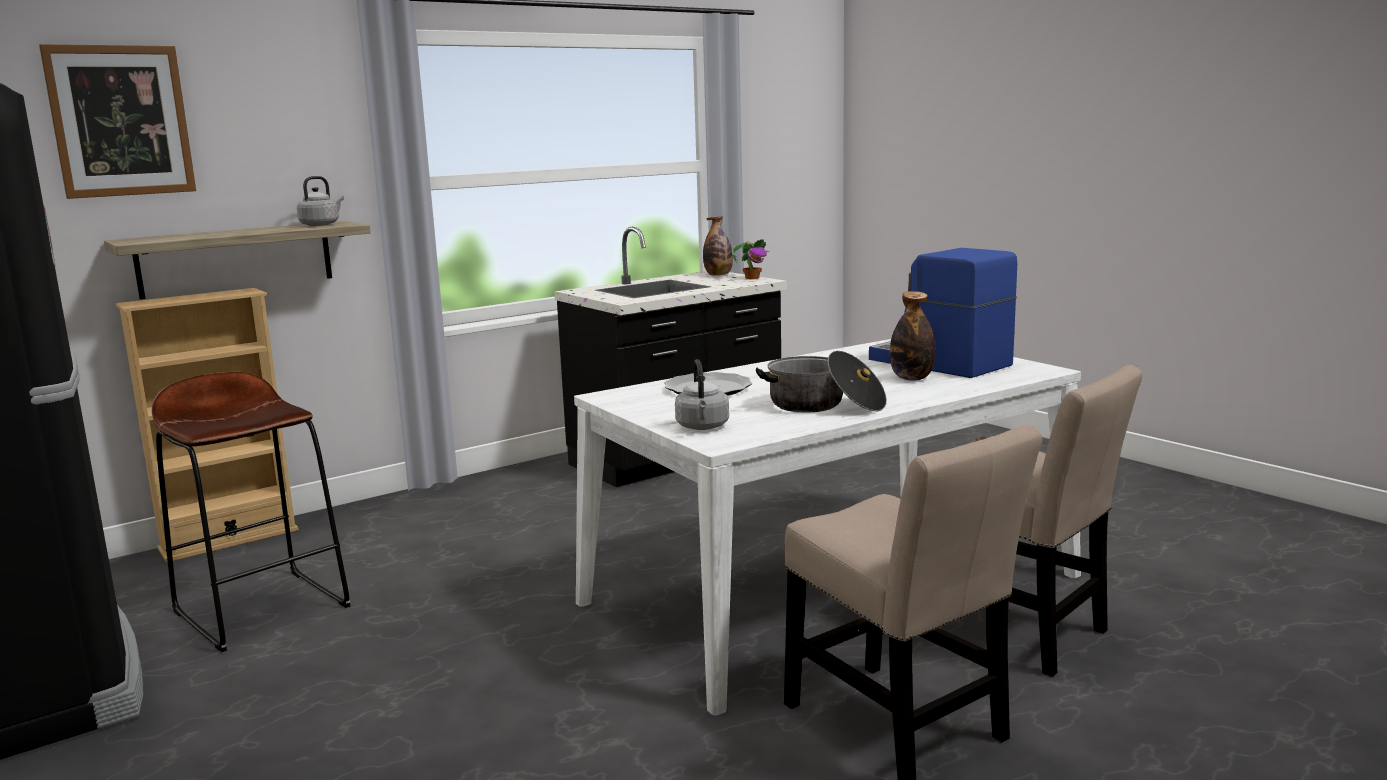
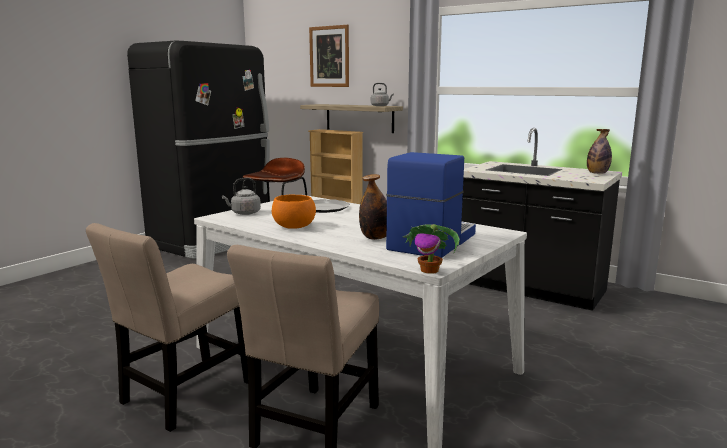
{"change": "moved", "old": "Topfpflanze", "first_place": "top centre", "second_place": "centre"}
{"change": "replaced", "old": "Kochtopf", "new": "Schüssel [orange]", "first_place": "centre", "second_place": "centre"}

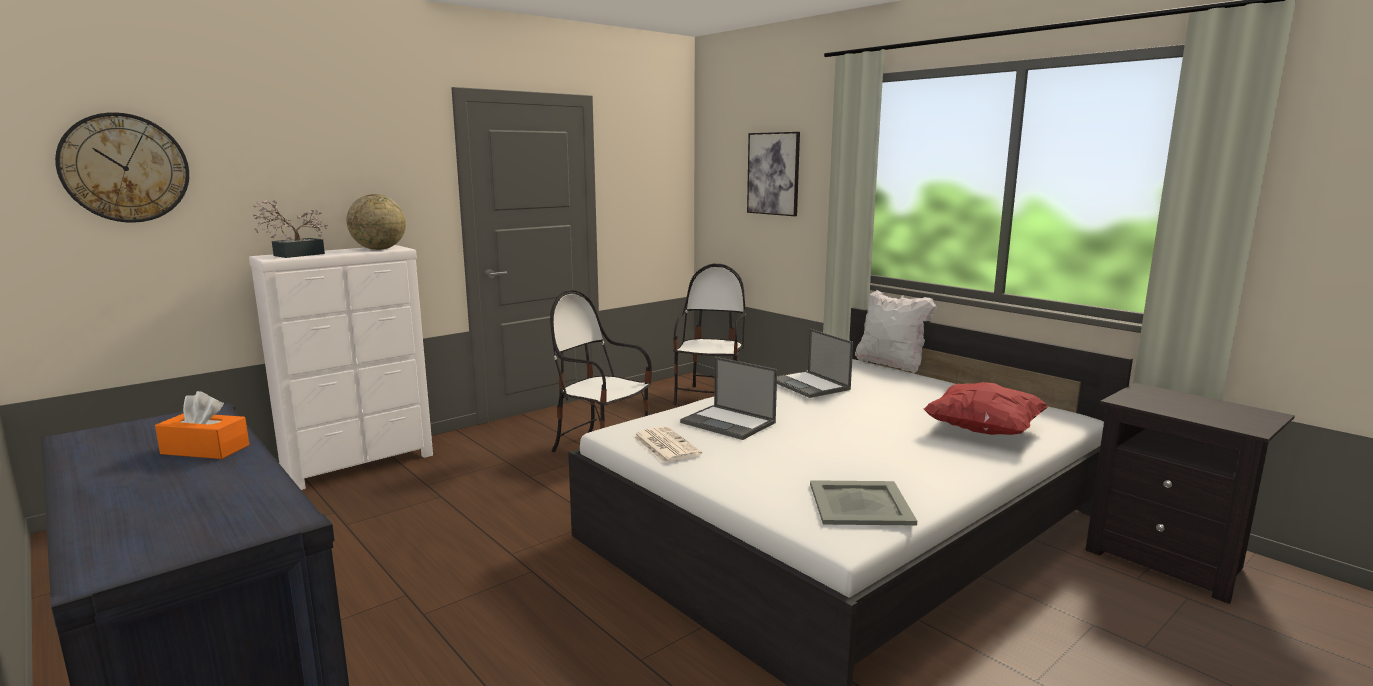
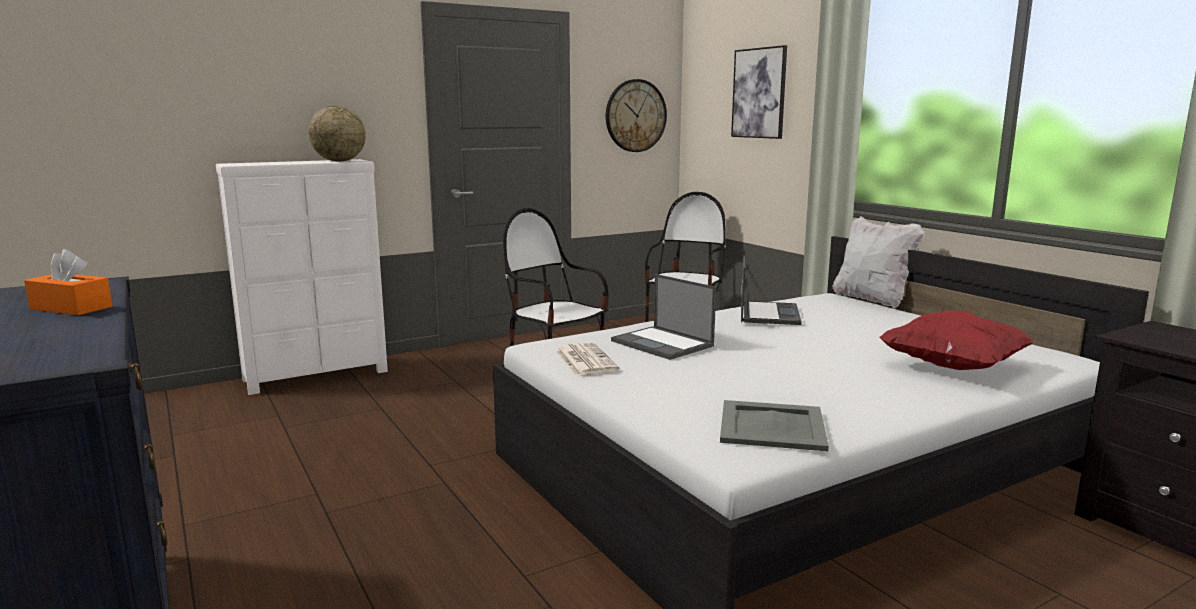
{"change": "removed", "old": "Topfpflanze", "first_place": "top left"}
{"change": "moved", "old": "Wanduhr", "first_place": "top left", "second_place": "top centre"}
{"change": "turned", "old": "Laptop (2nd from left)", "first_place": "centre", "second_place": "centre", "degrees": -150}

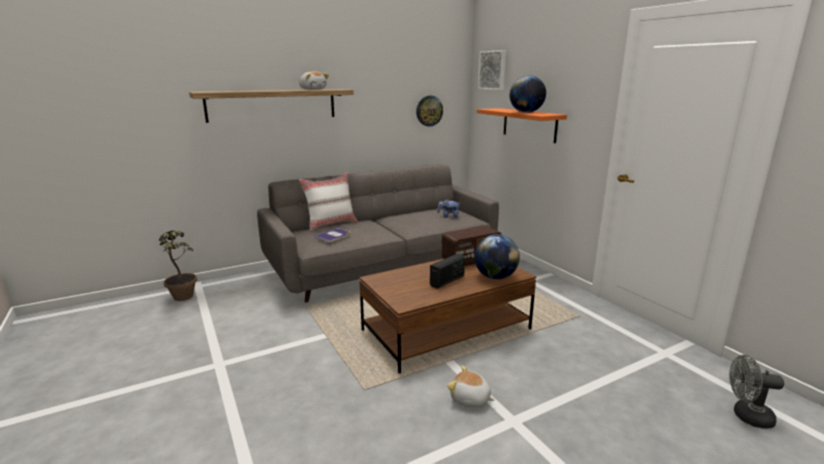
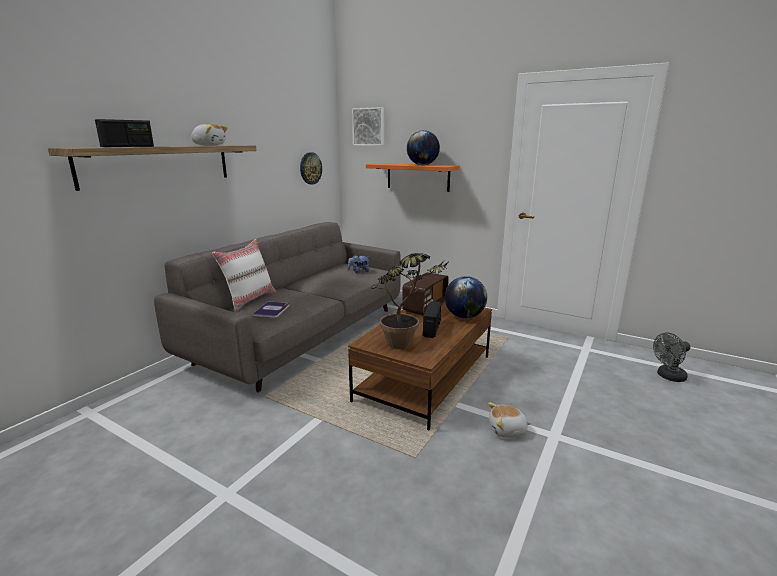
{"change": "added", "new": "Radio (1st from left)", "second_place": "top left"}
{"change": "moved", "old": "Topfpflanze", "first_place": "middle left", "second_place": "centre"}

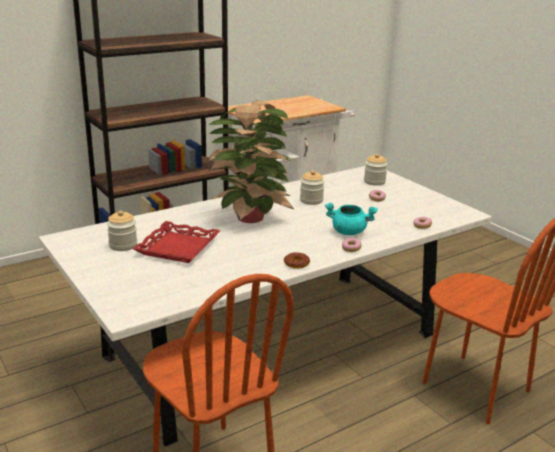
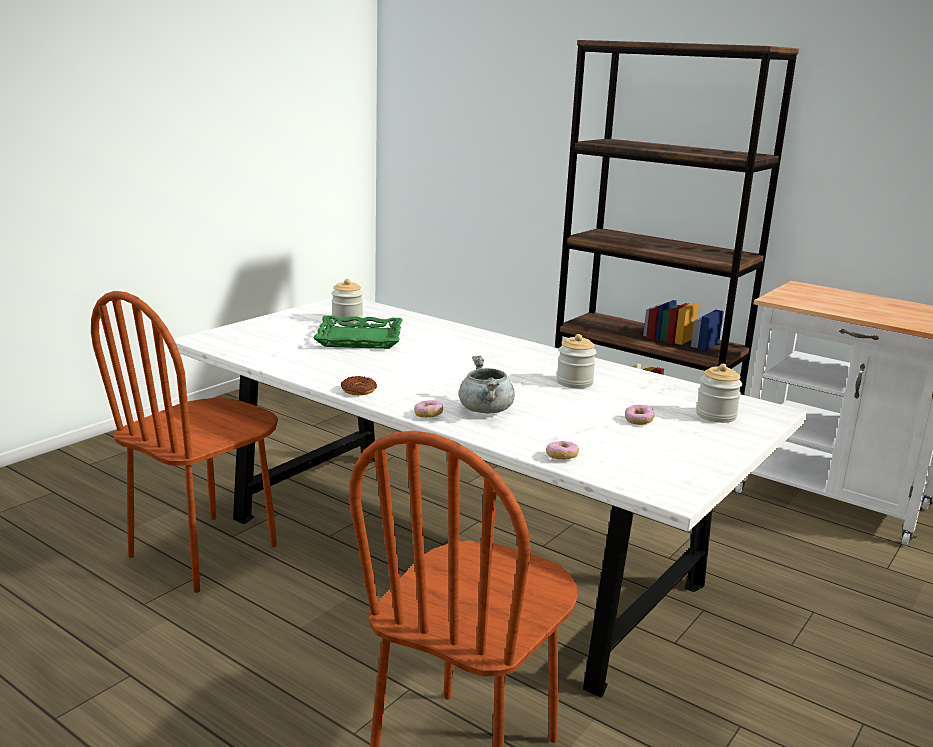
{"change": "removed", "old": "Topfpflanze", "first_place": "centre"}
{"change": "recoloured", "old": "Tablett [rot]", "new": "Tablett [grün]", "first_place": "middle left", "second_place": "centre"}
{"change": "recoloured", "old": "Kochtopf [türkis]", "new": "Kochtopf [grau]", "first_place": "centre", "second_place": "centre"}

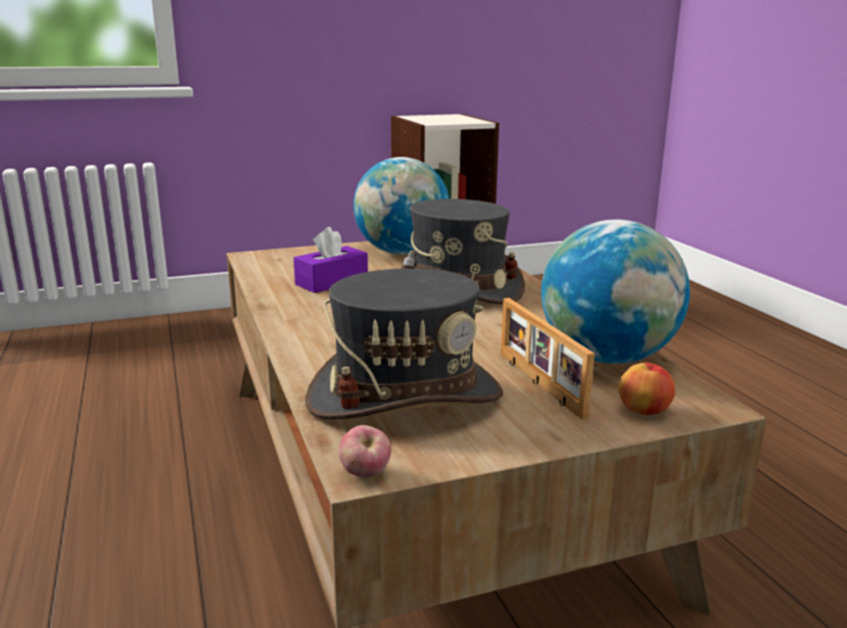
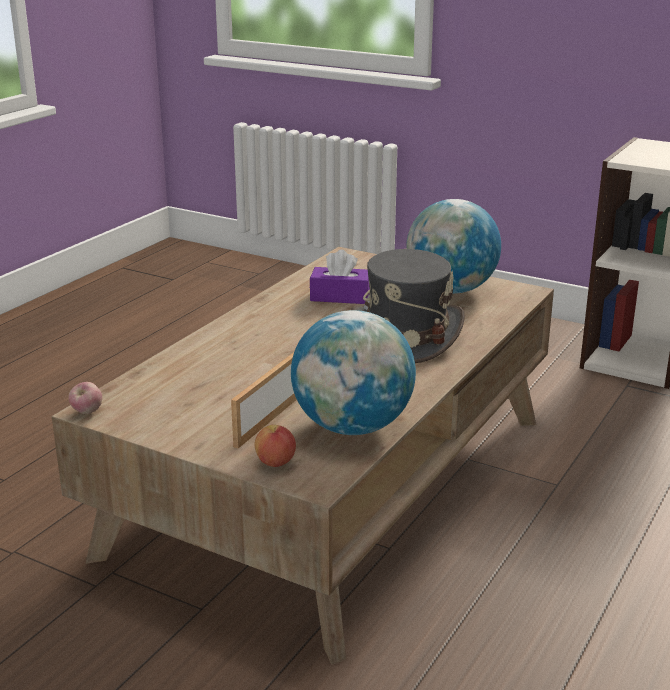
{"change": "removed", "old": "Hut [grau] (1st from left)", "first_place": "centre"}

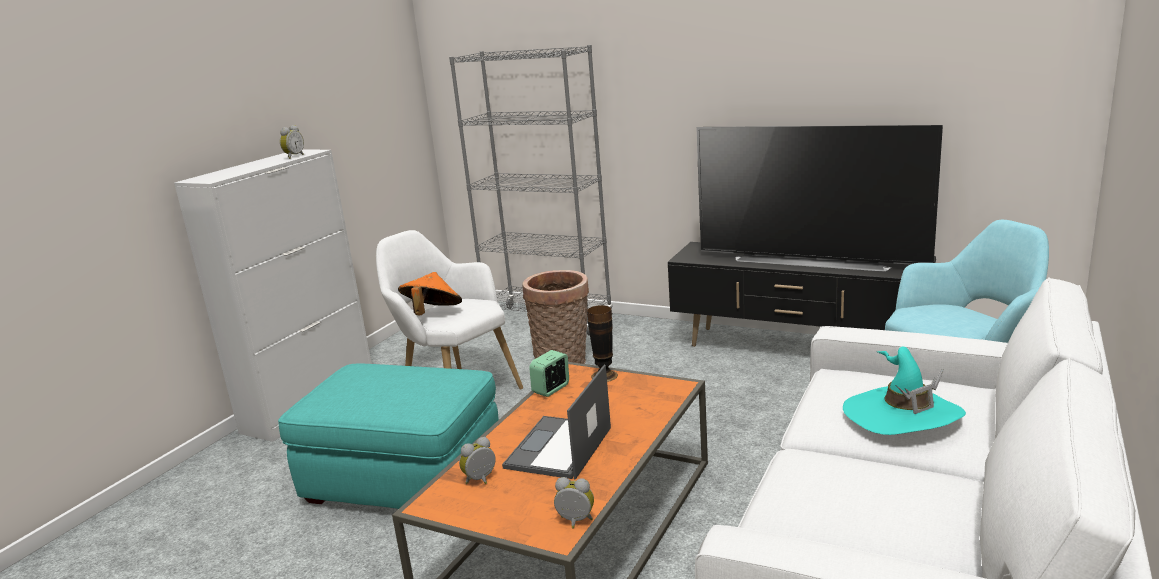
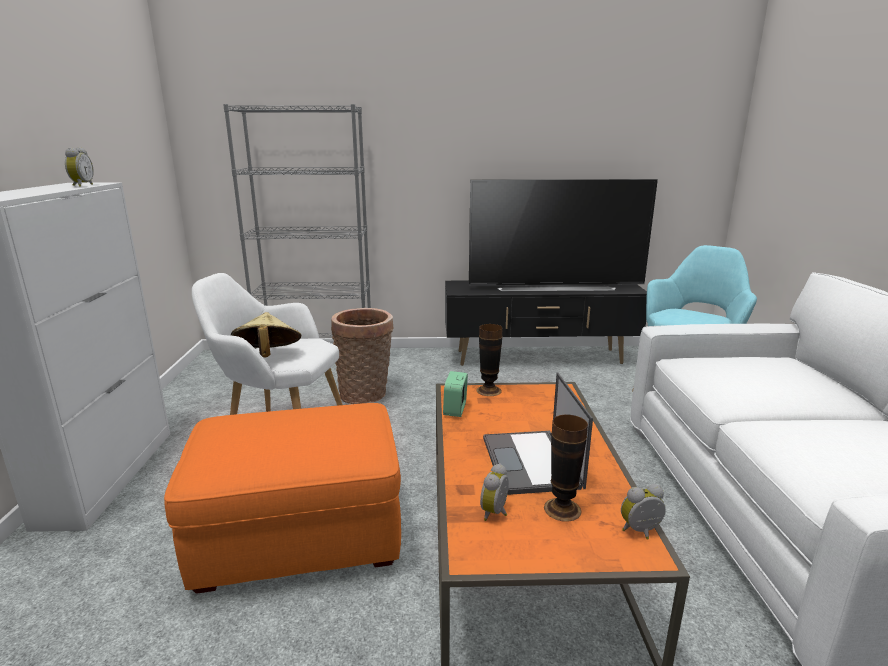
{"change": "removed", "old": "Hut [türkis]", "first_place": "bottom right"}
{"change": "added", "new": "Vase (2nd from left)", "second_place": "bottom centre"}
{"change": "recoloured", "old": "Polsterhocker [türkis]", "new": "Polsterhocker [orange]", "first_place": "bottom centre", "second_place": "bottom left"}
{"change": "recoloured", "old": "Hut [orange]", "new": "Hut [beige]", "first_place": "centre", "second_place": "middle left"}

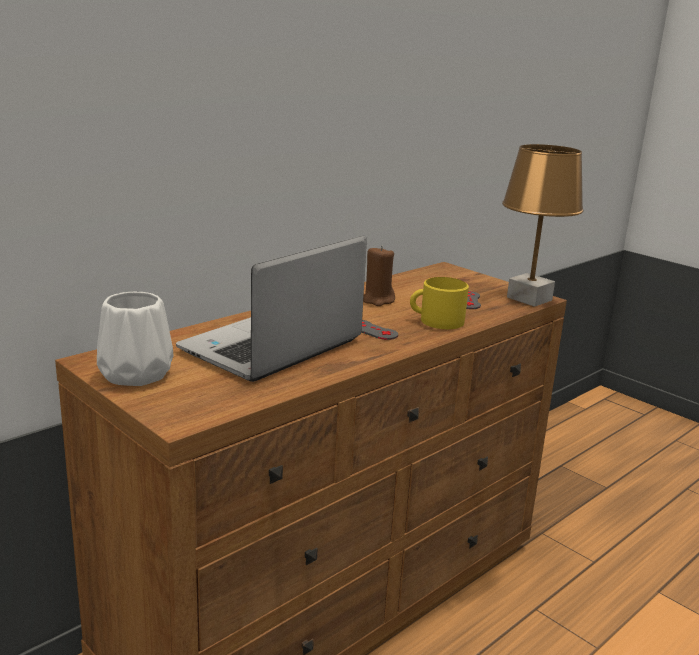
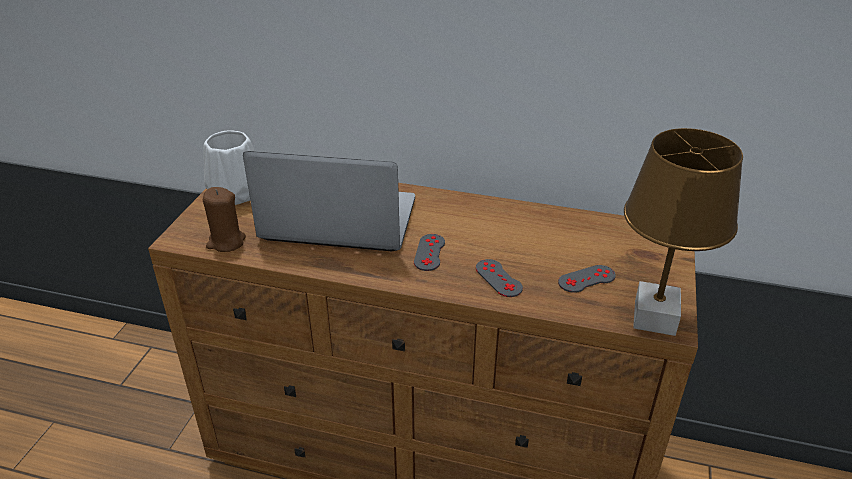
{"change": "moved", "old": "Kerze [braun]", "first_place": "centre", "second_place": "middle left"}
{"change": "replaced", "old": "Henkelbecher [gelb]", "new": "Gamepad [grau] (2nd from left)", "first_place": "centre", "second_place": "centre"}

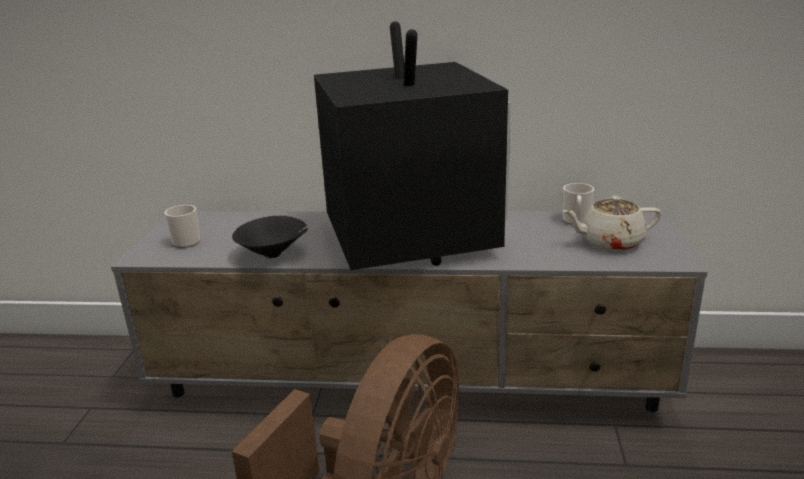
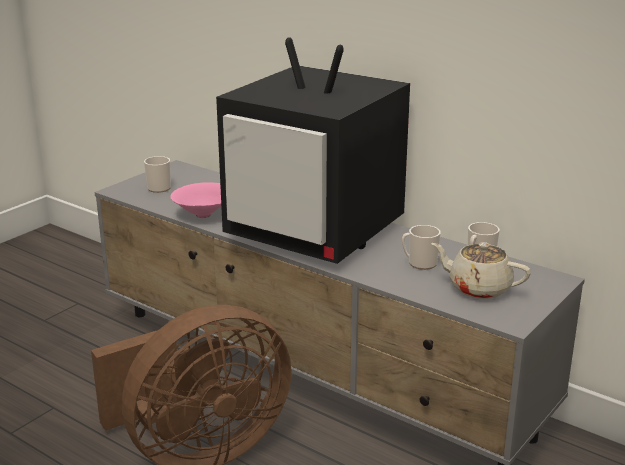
{"change": "added", "new": "Henkelbecher (2nd from left)", "second_place": "middle right"}
{"change": "recoloured", "old": "Schüssel [schwarz]", "new": "Schüssel [rosa]", "first_place": "centre", "second_place": "middle left"}
{"change": "turned", "old": "Fernseher", "first_place": "top centre", "second_place": "top centre", "degrees": 105}

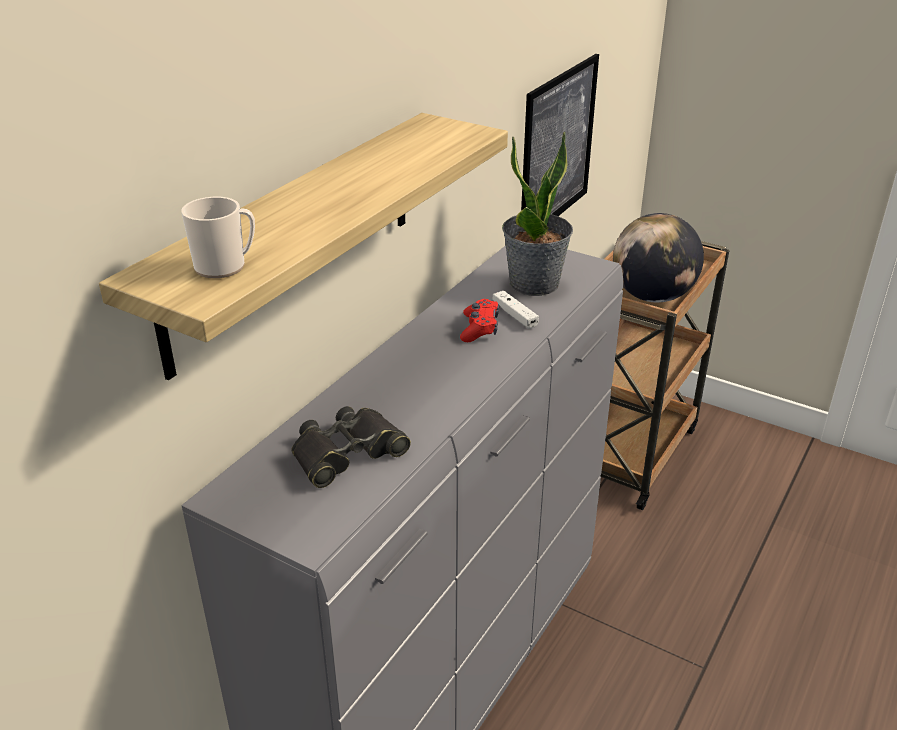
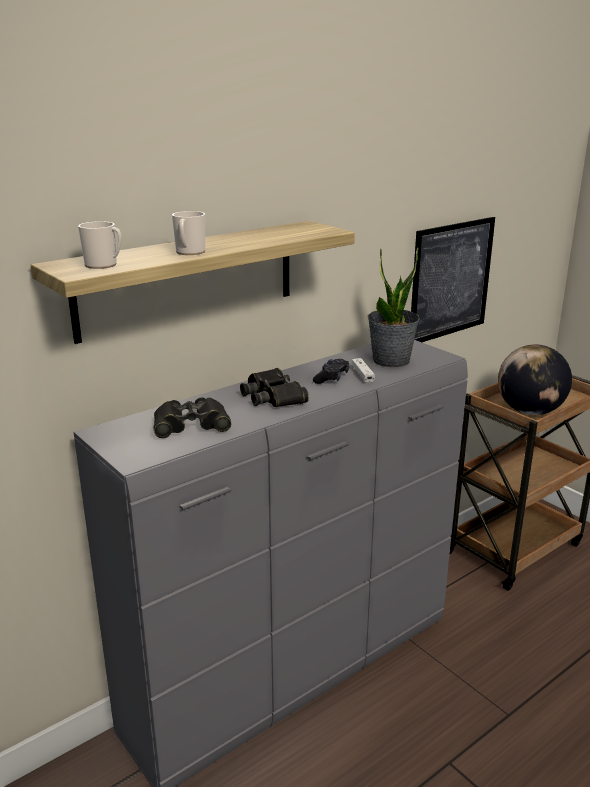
{"change": "added", "new": "Henkelbecher (2nd from left)", "second_place": "top left"}
{"change": "added", "new": "Fernglas [schwarz] (2nd from left)", "second_place": "centre"}
{"change": "recoloured", "old": "Gamepad [rot]", "new": "Gamepad [schwarz]", "first_place": "centre", "second_place": "centre"}

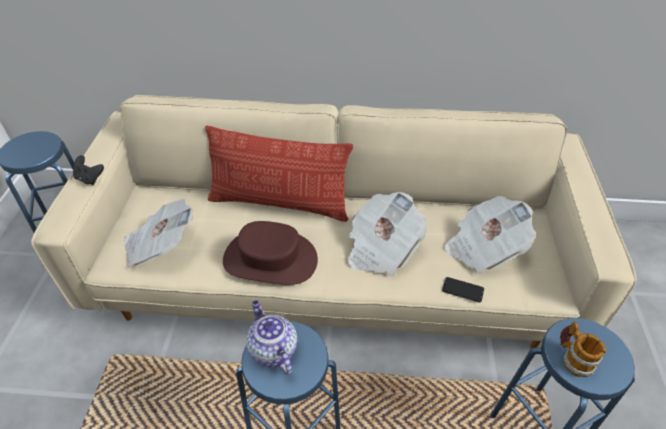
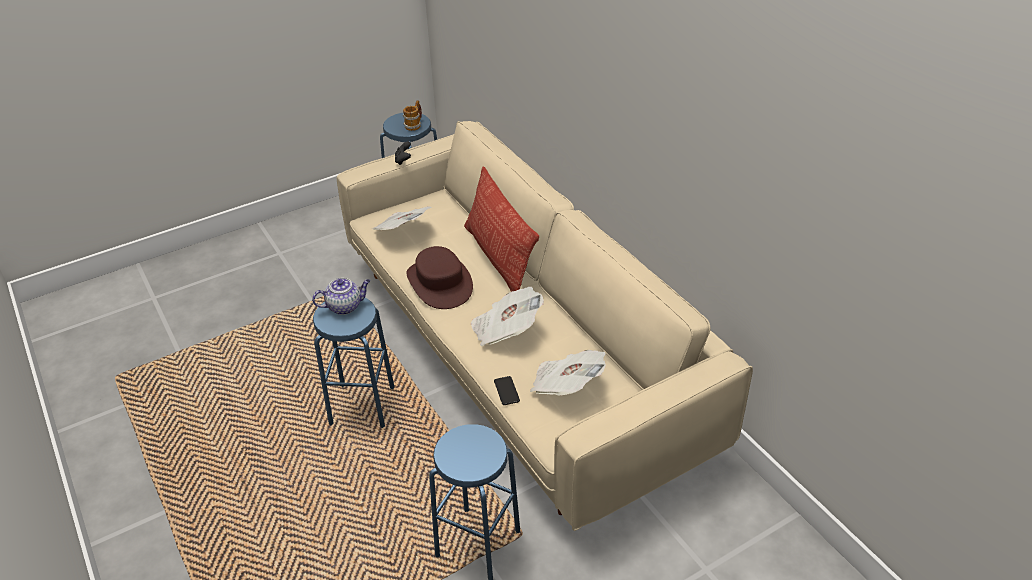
{"change": "moved", "old": "Henkelbecher", "first_place": "bottom right", "second_place": "top centre"}
{"change": "turned", "old": "Teekanne", "first_place": "bottom centre", "second_place": "middle left", "degrees": 45}

